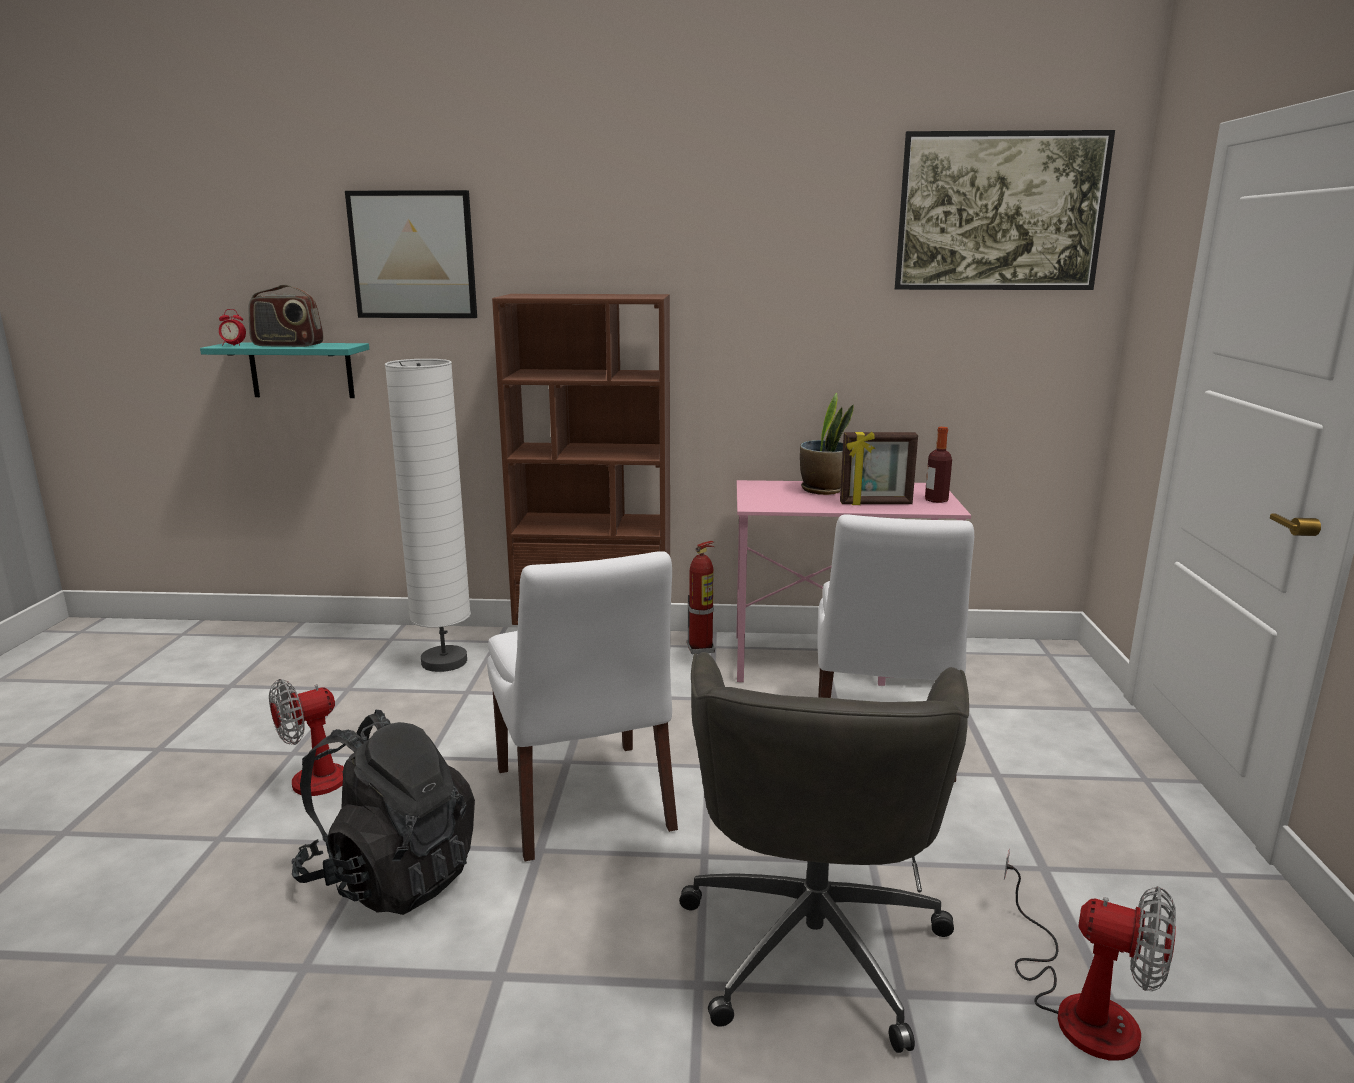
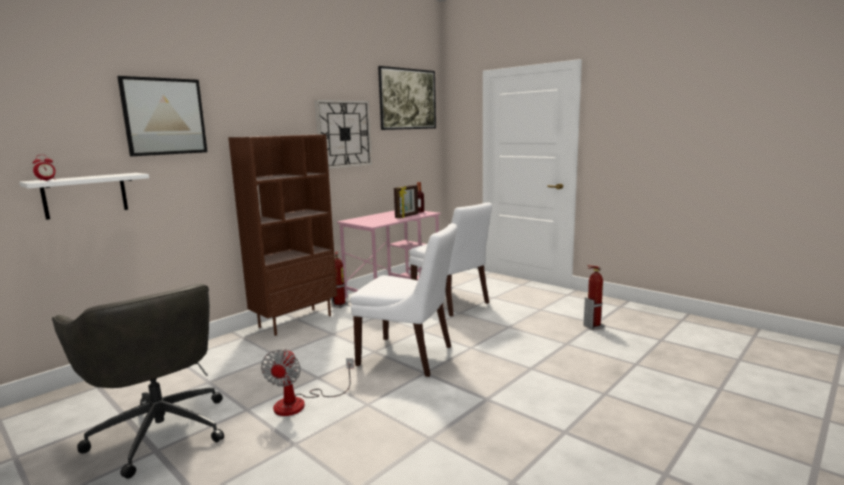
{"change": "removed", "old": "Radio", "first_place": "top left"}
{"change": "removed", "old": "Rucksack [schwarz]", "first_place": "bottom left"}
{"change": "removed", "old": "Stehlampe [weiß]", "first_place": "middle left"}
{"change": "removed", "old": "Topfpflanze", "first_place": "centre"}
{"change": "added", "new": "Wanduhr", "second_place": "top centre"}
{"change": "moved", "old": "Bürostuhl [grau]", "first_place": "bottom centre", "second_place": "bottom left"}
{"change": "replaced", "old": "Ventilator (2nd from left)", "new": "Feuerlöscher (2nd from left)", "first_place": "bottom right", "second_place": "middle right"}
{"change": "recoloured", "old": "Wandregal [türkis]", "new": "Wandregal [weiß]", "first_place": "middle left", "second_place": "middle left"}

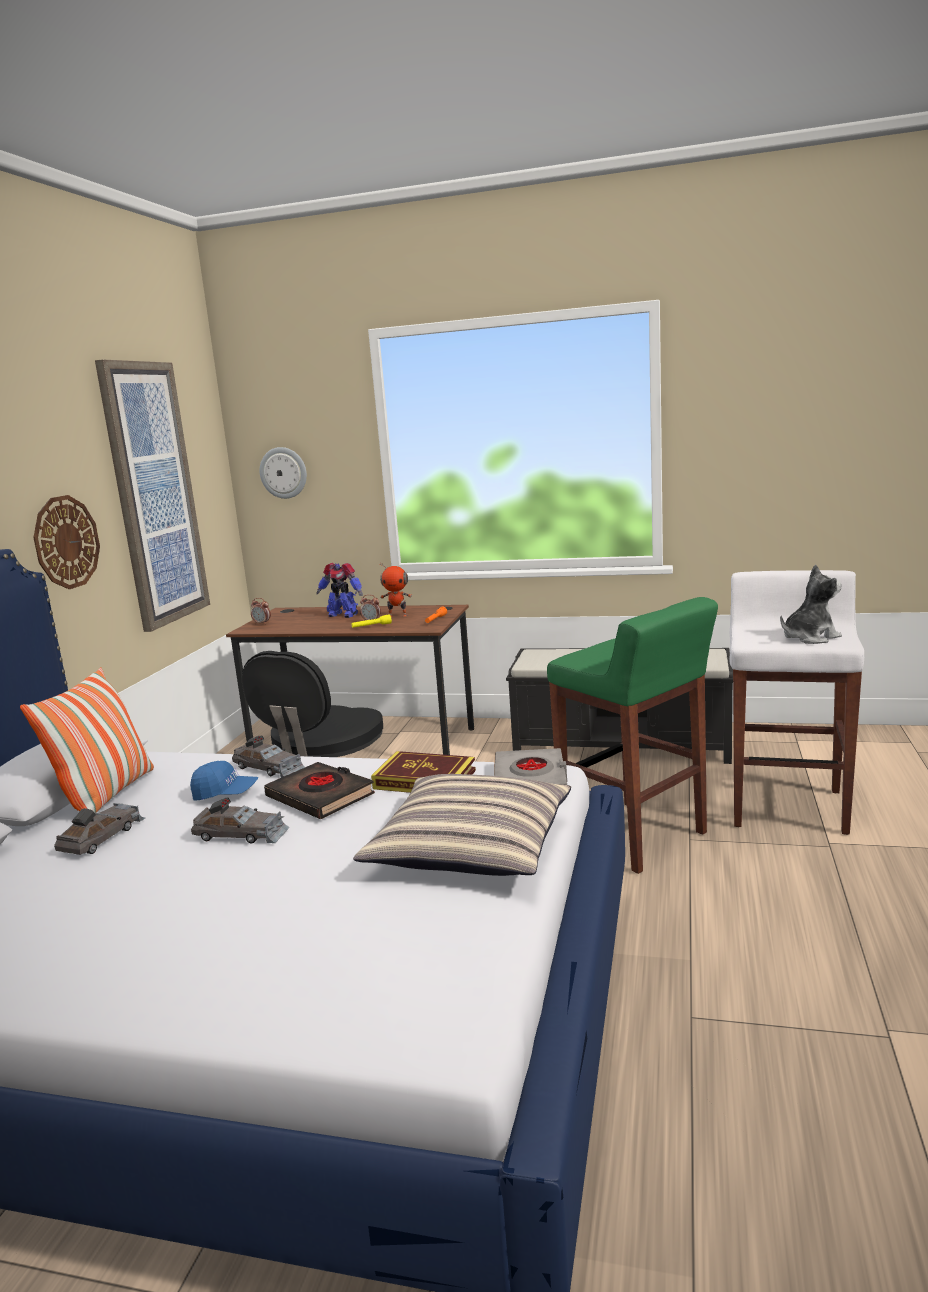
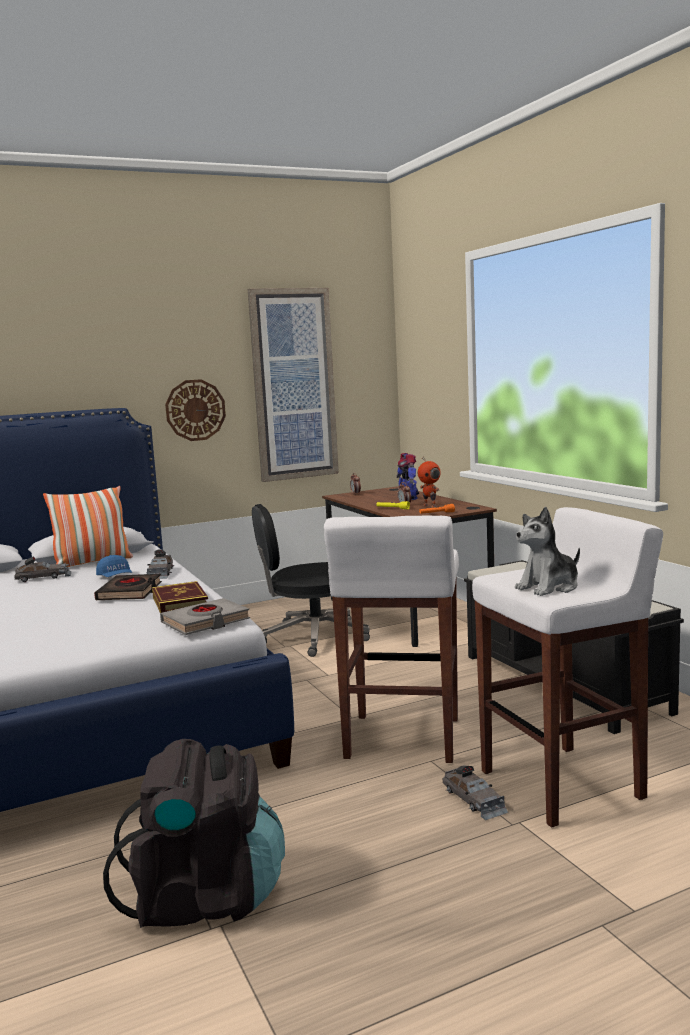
{"change": "removed", "old": "Wanduhr (2nd from left)", "first_place": "middle left"}
{"change": "removed", "old": "Kissen (2nd from left)", "first_place": "centre"}
{"change": "added", "new": "Rucksack [schwarz]", "second_place": "bottom left"}
{"change": "moved", "old": "Spielzeugauto [grau] (2nd from left in the first image)", "new": "Spielzeugauto [grau] (3rd from left)", "first_place": "middle left", "second_place": "bottom right"}
{"change": "recoloured", "old": "Hocker [grün]", "new": "Hocker [weiß] (1st from left)", "first_place": "middle right", "second_place": "centre"}
{"change": "turned", "old": "Plüschtier", "first_place": "middle right", "second_place": "middle right", "degrees": 120}

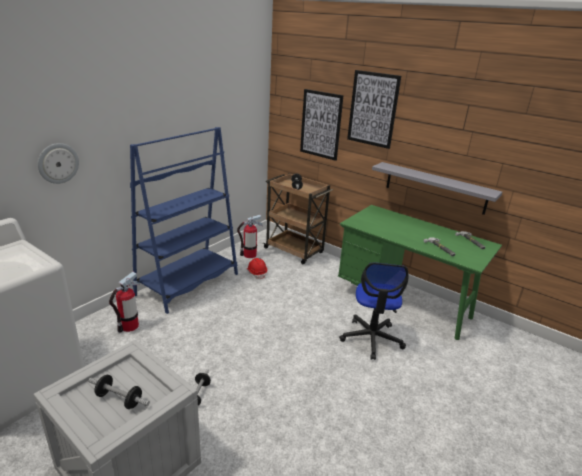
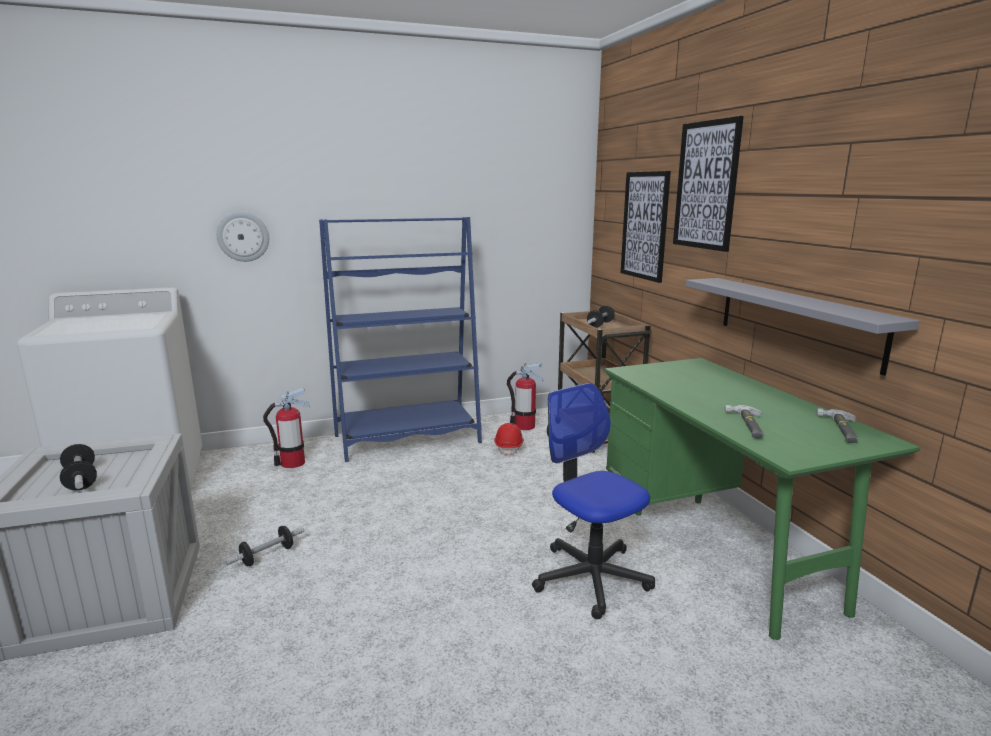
{"change": "turned", "old": "Bürostuhl", "first_place": "centre", "second_place": "bottom centre", "degrees": 105}

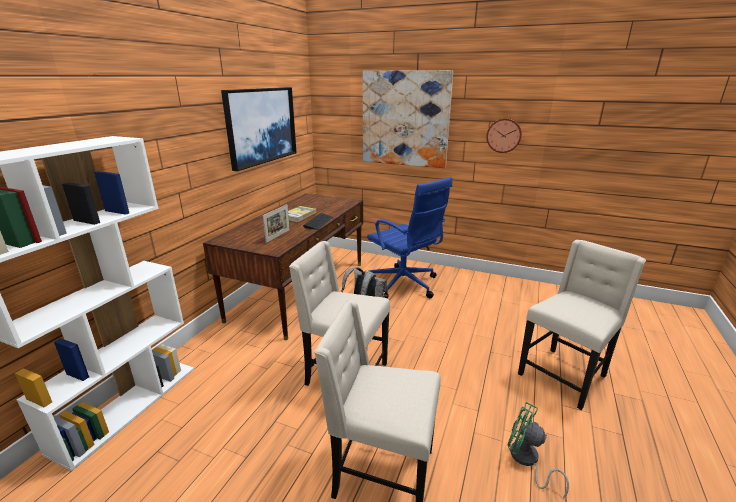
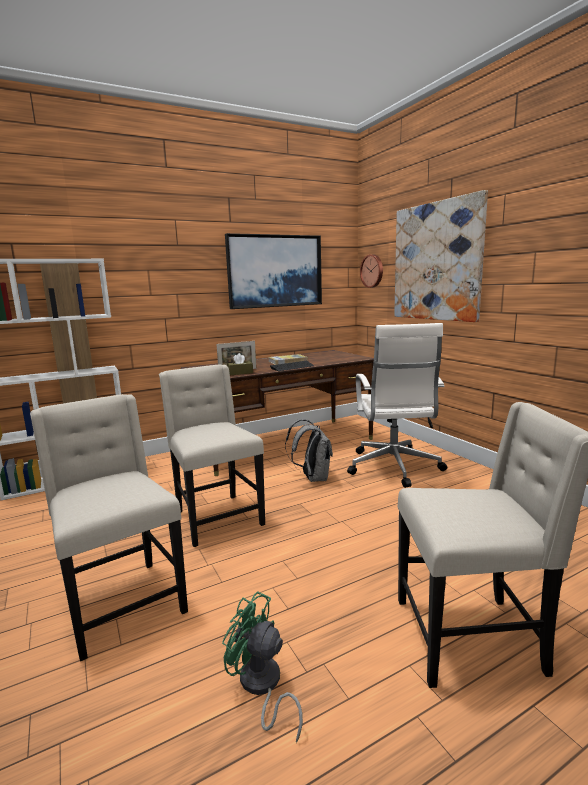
{"change": "added", "new": "Taschentuchbox [braun]", "second_place": "centre"}
{"change": "moved", "old": "Wanduhr", "first_place": "top right", "second_place": "centre"}
{"change": "recoloured", "old": "Bürostuhl [blau]", "new": "Bürostuhl [weiß]", "first_place": "centre", "second_place": "middle right"}
{"change": "turned", "old": "Ventilator [grün]", "first_place": "bottom right", "second_place": "bottom centre", "degrees": -45}

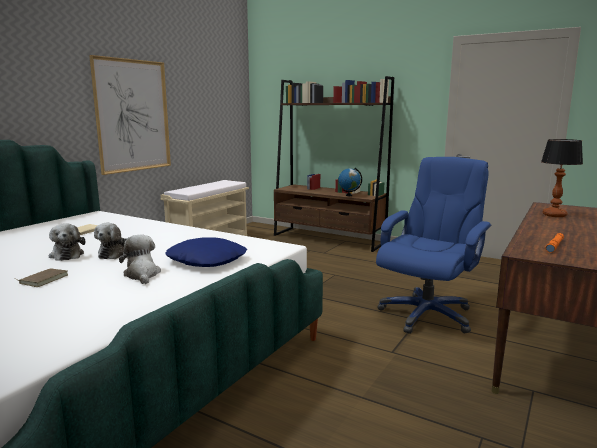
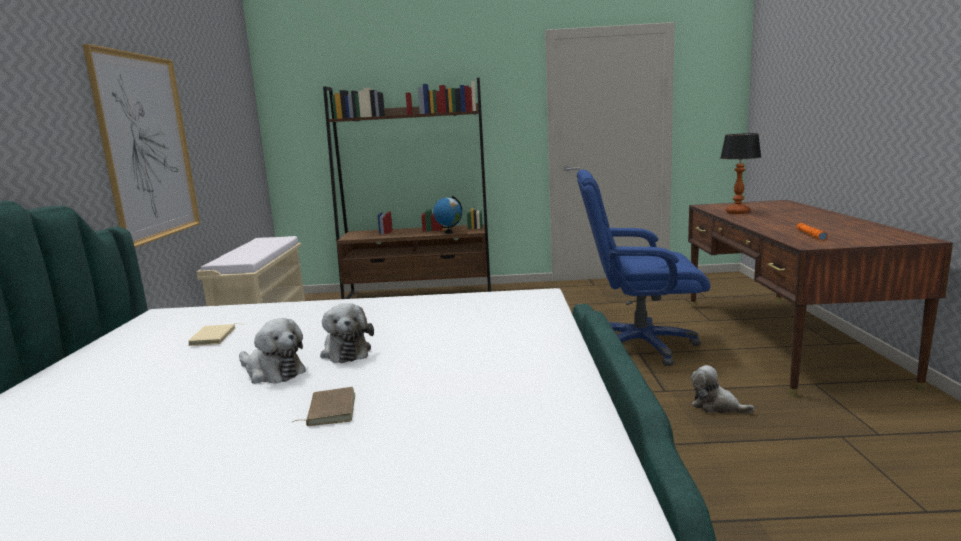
{"change": "removed", "old": "Kissen [blau]", "first_place": "centre"}
{"change": "moved", "old": "Plüschtier (3rd from left)", "first_place": "middle left", "second_place": "bottom right"}
{"change": "turned", "old": "Bürostuhl [blau]", "first_place": "middle right", "second_place": "middle right", "degrees": -90}

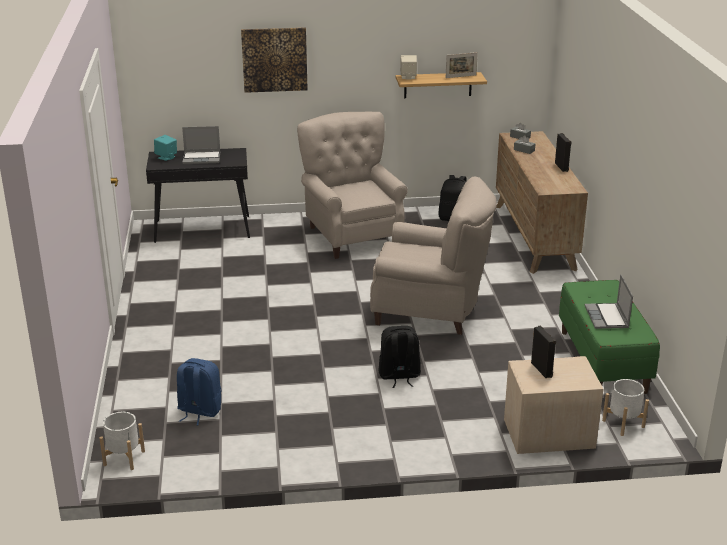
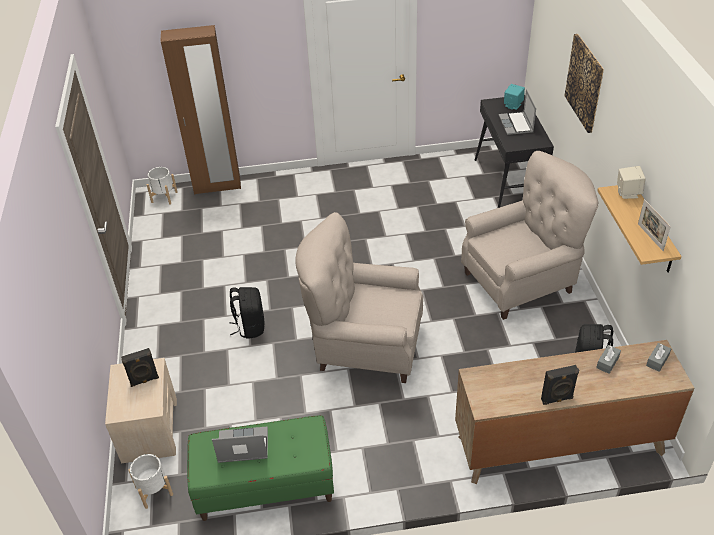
{"change": "removed", "old": "Rucksack [blau]", "first_place": "bottom left"}
{"change": "added", "new": "Kleiderschrank [braun]", "second_place": "top left"}
{"change": "turned", "old": "Sessel [beige] (2nd from left in the first image)", "first_place": "centre", "second_place": "centre", "degrees": 90}

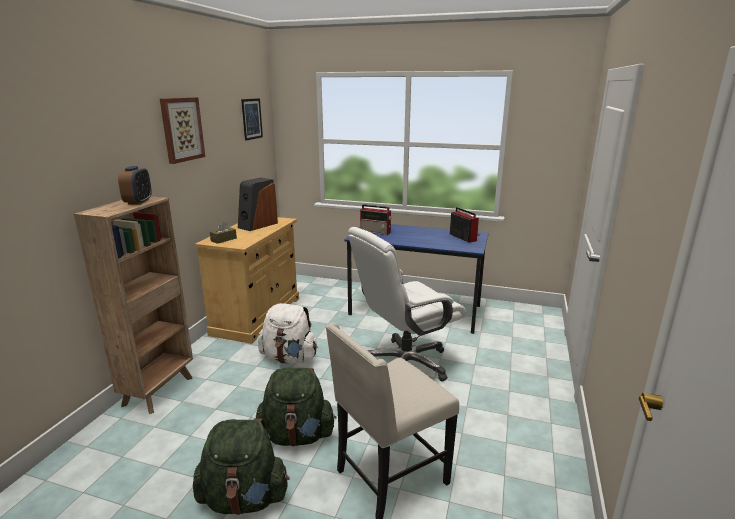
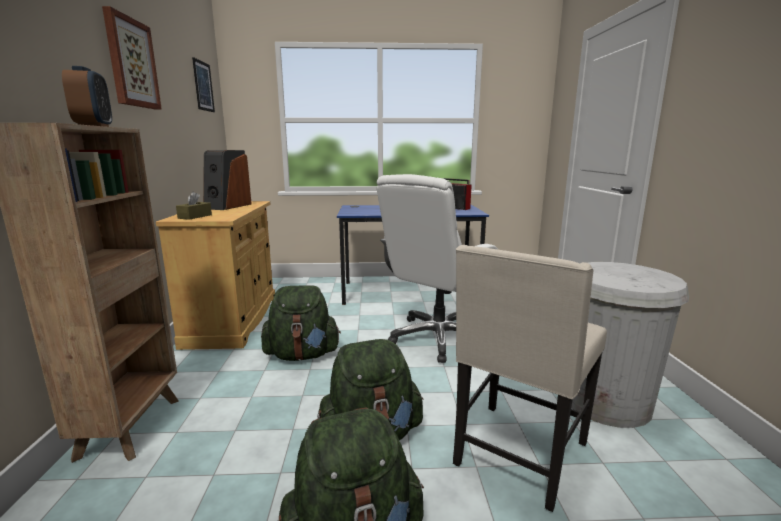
{"change": "removed", "old": "Radio (1st from left)", "first_place": "centre"}
{"change": "added", "new": "Mülleimer [weiß]", "second_place": "middle right"}
{"change": "recoloured", "old": "Rucksack [weiß]", "new": "Rucksack [grün] (1st from left)", "first_place": "centre", "second_place": "centre"}

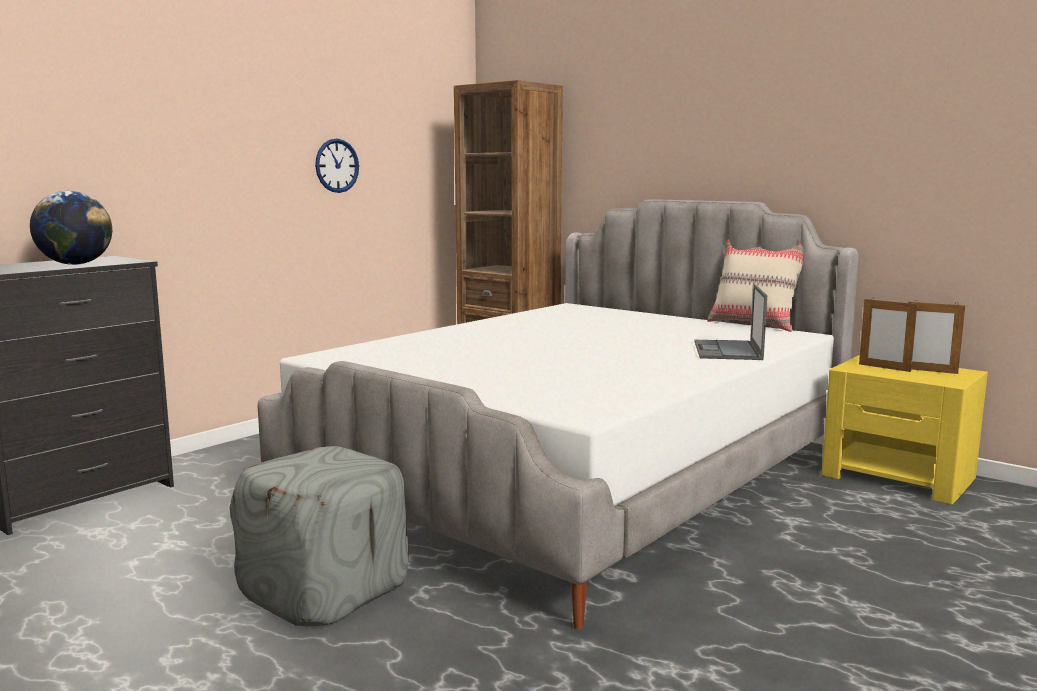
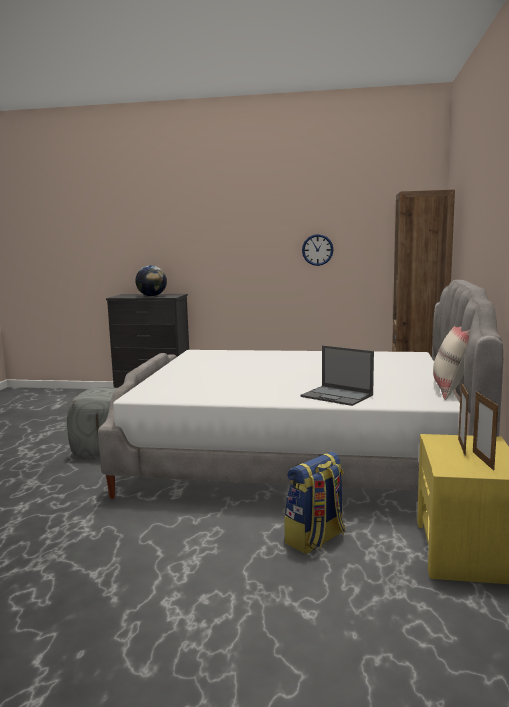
{"change": "added", "new": "Rucksack", "second_place": "bottom centre"}
{"change": "turned", "old": "Laptop", "first_place": "middle right", "second_place": "centre", "degrees": -120}

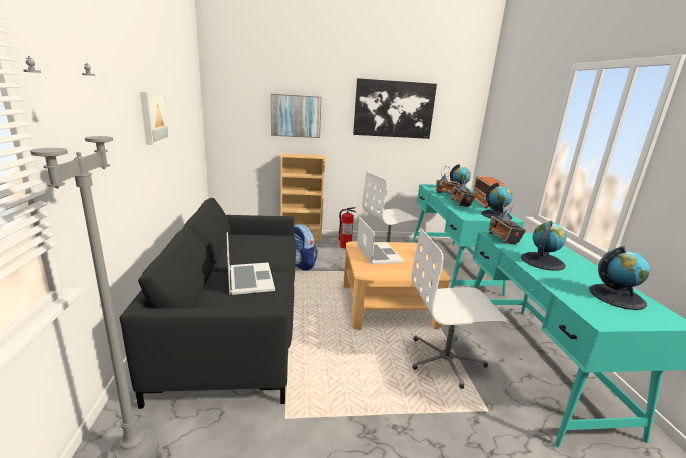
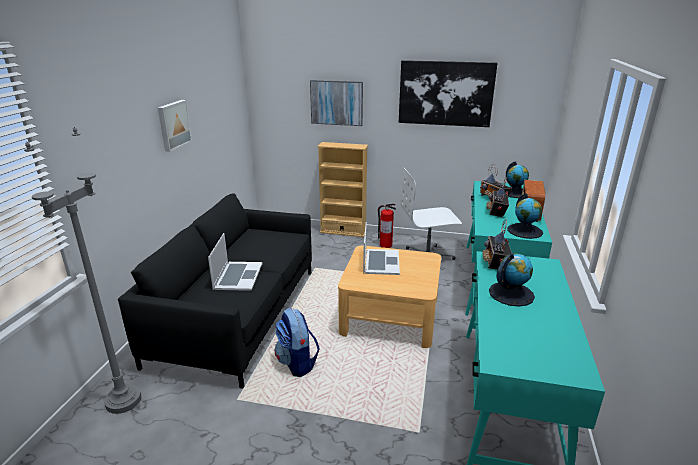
{"change": "removed", "old": "Bürostuhl [weiß] (2nd from left)", "first_place": "bottom right"}
{"change": "removed", "old": "Globus (4th from left)", "first_place": "middle right"}
{"change": "moved", "old": "Rucksack", "first_place": "centre", "second_place": "bottom centre"}

